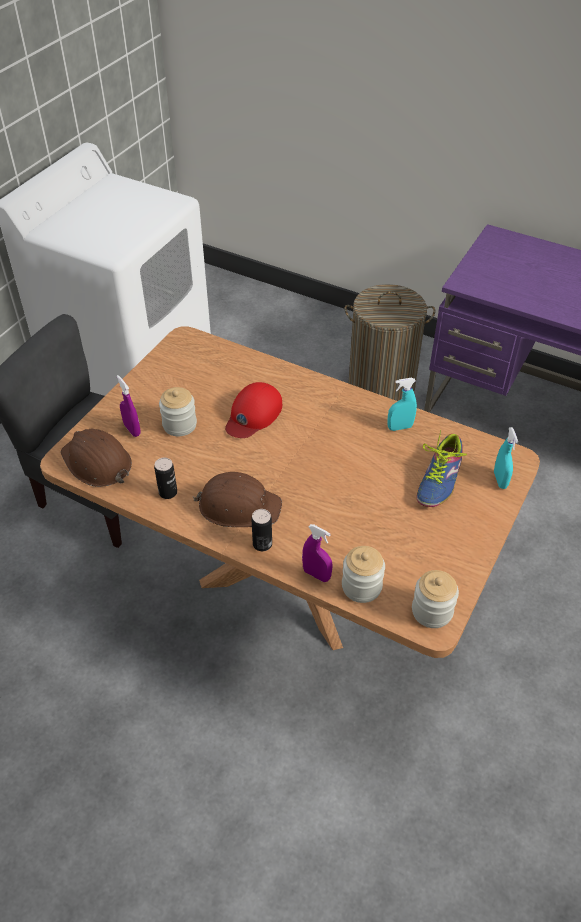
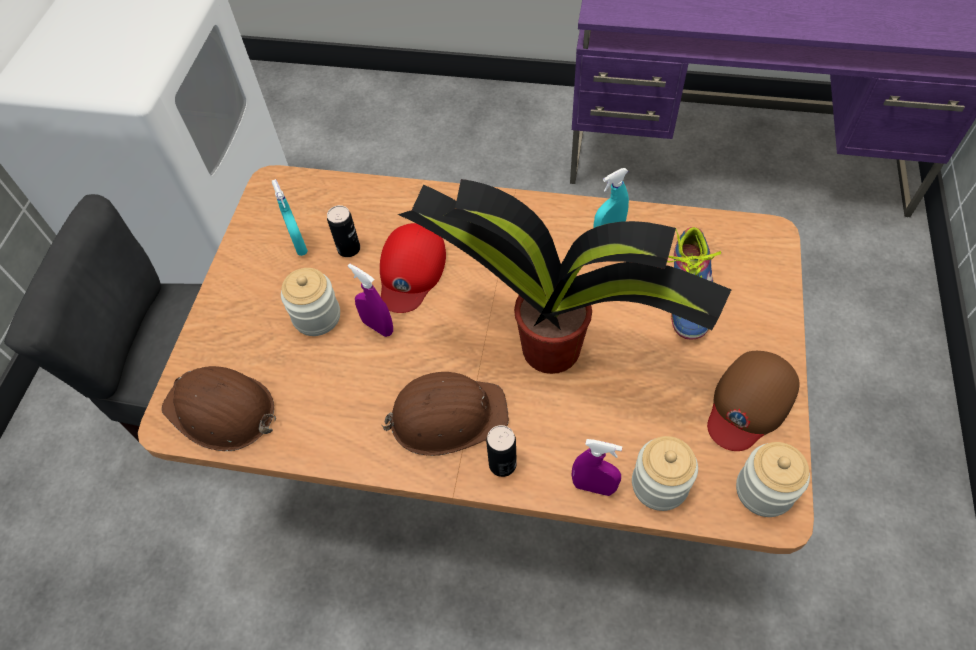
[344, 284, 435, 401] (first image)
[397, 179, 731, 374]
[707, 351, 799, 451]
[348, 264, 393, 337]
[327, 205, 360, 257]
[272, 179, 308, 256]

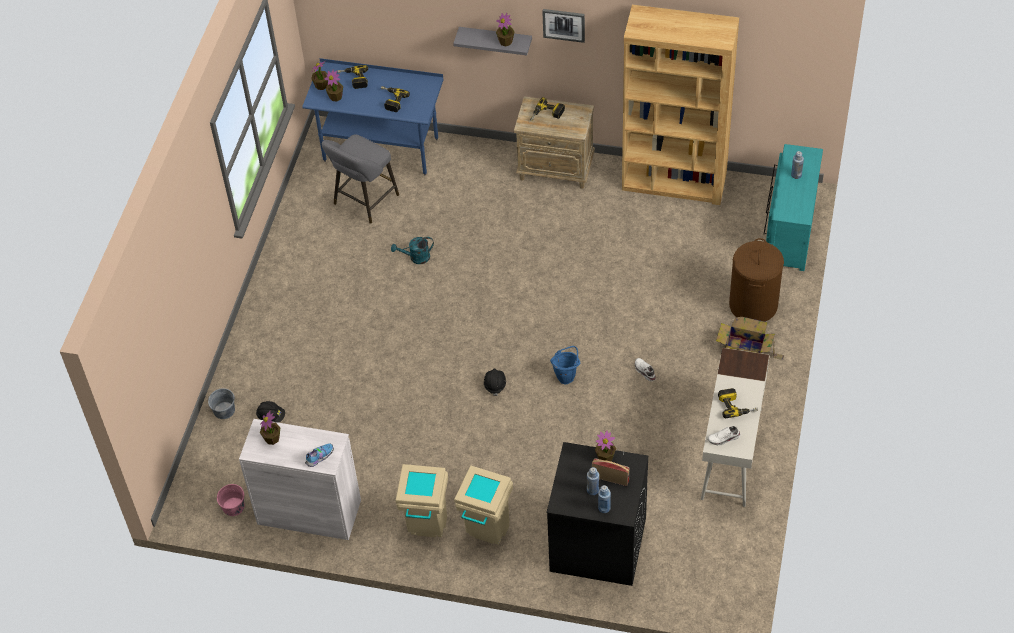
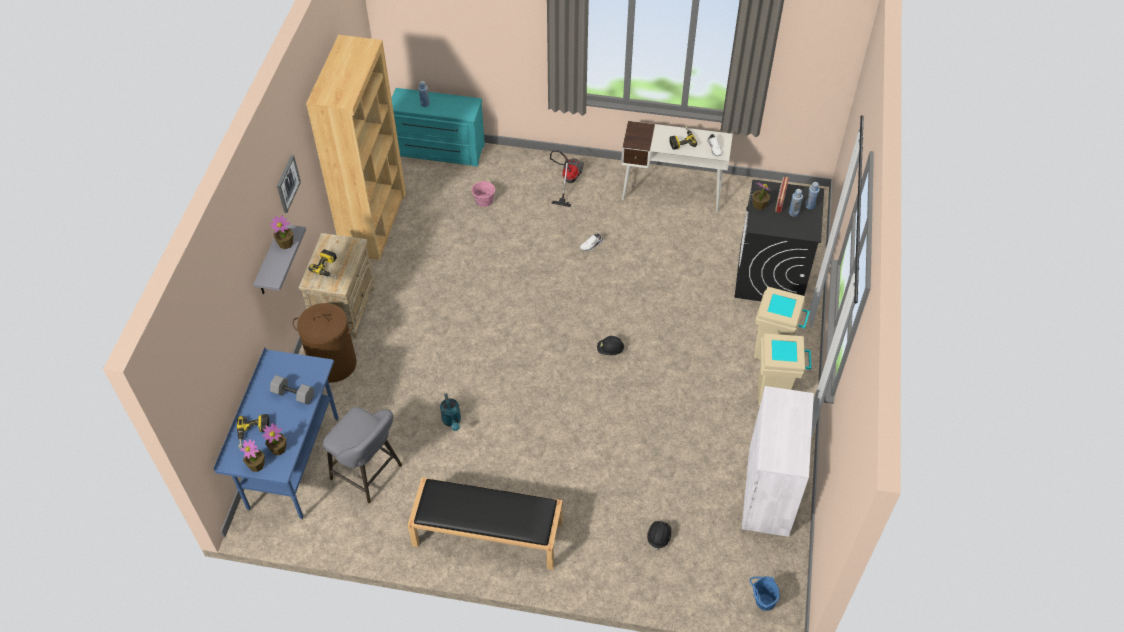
[208, 388, 235, 419] (first image)
[260, 411, 280, 445] (first image)
[305, 443, 333, 467] (first image)
[408, 477, 563, 570]
[472, 179, 495, 207]
[750, 576, 780, 611]
[293, 303, 357, 383]
[270, 375, 314, 405]
[550, 150, 584, 207]

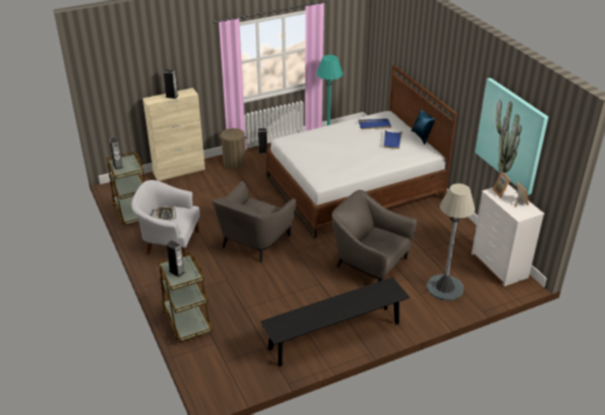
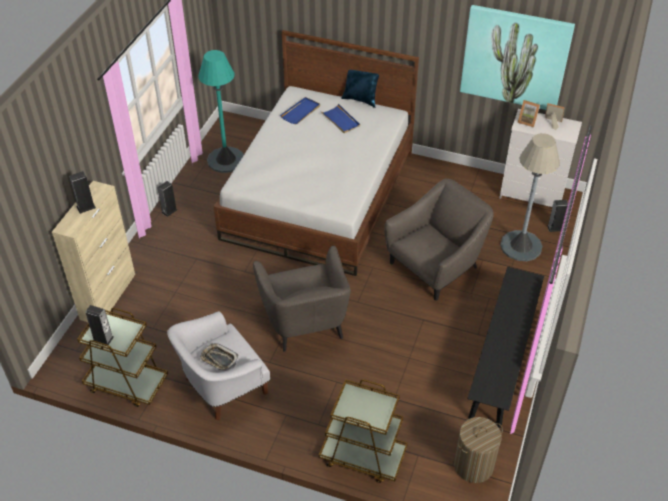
[547, 200, 568, 232]
[454, 417, 503, 483]
[384, 179, 494, 301]

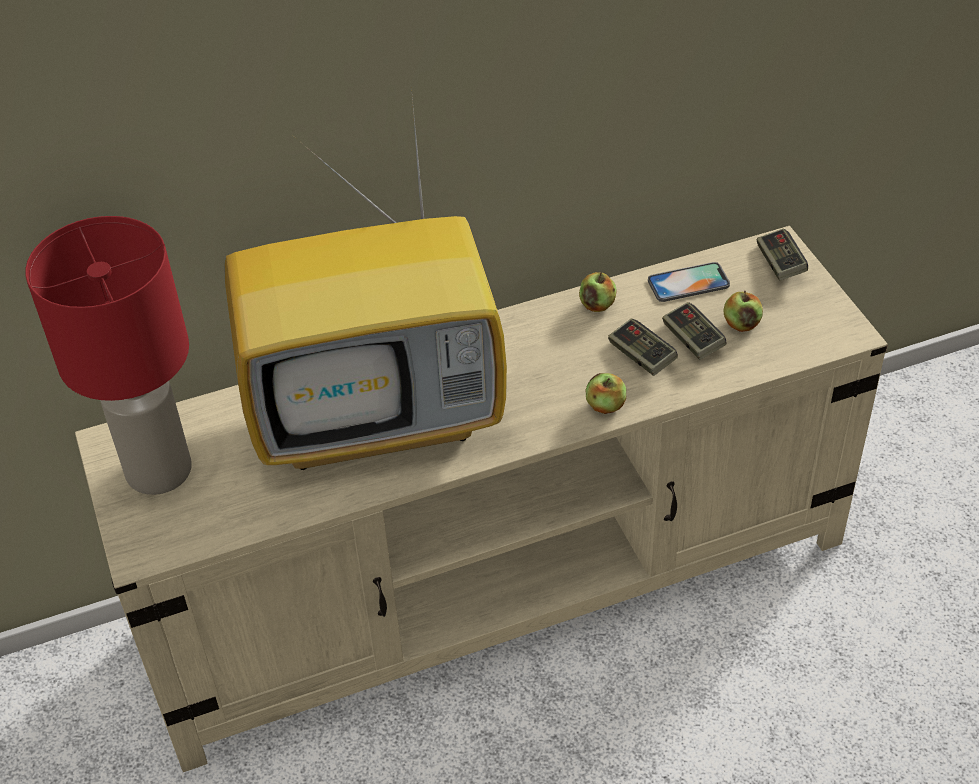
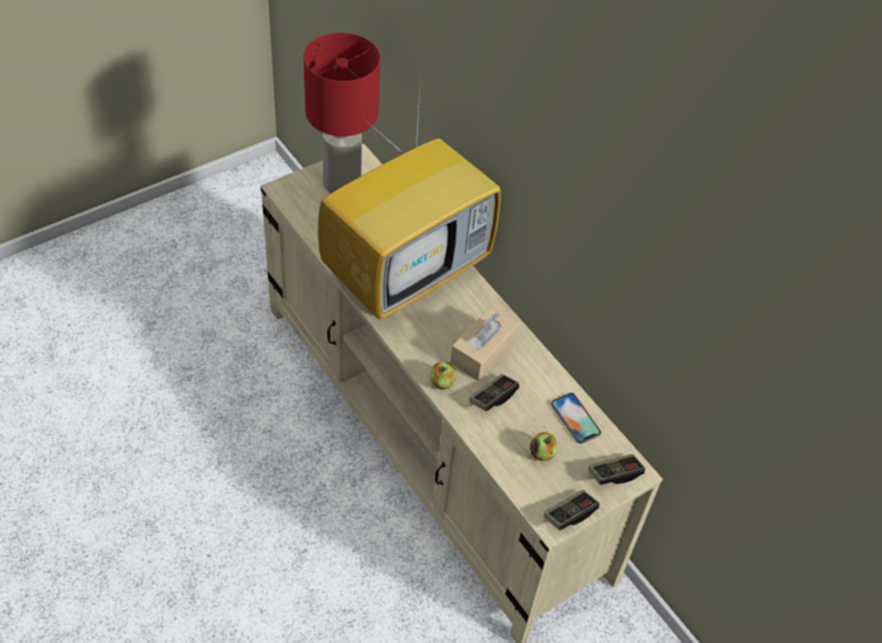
[579, 272, 617, 312] (first image)
[450, 306, 519, 381]
[544, 490, 599, 530]
[318, 75, 500, 320]

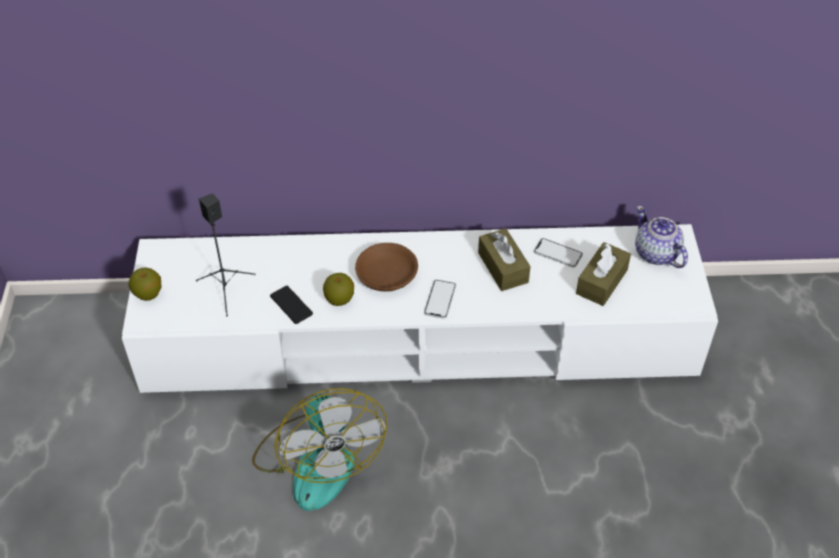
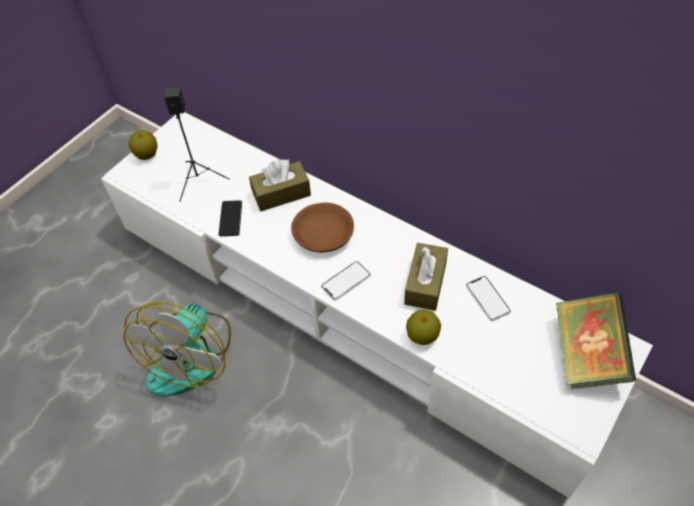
[406, 310, 441, 345]
[249, 159, 311, 211]
[555, 292, 636, 389]

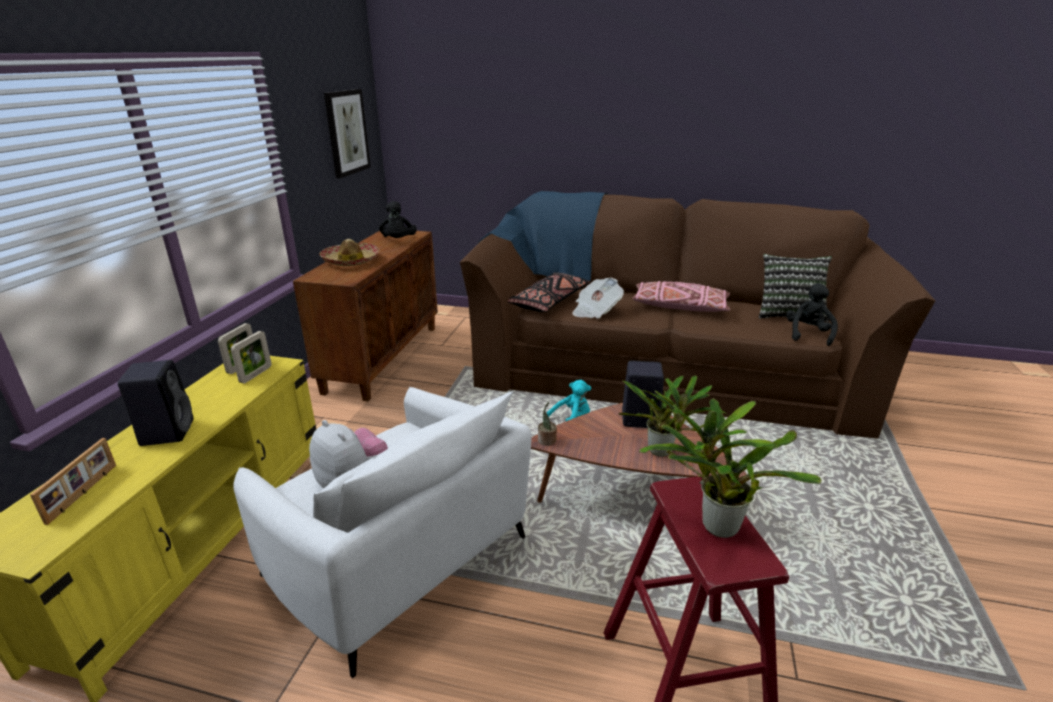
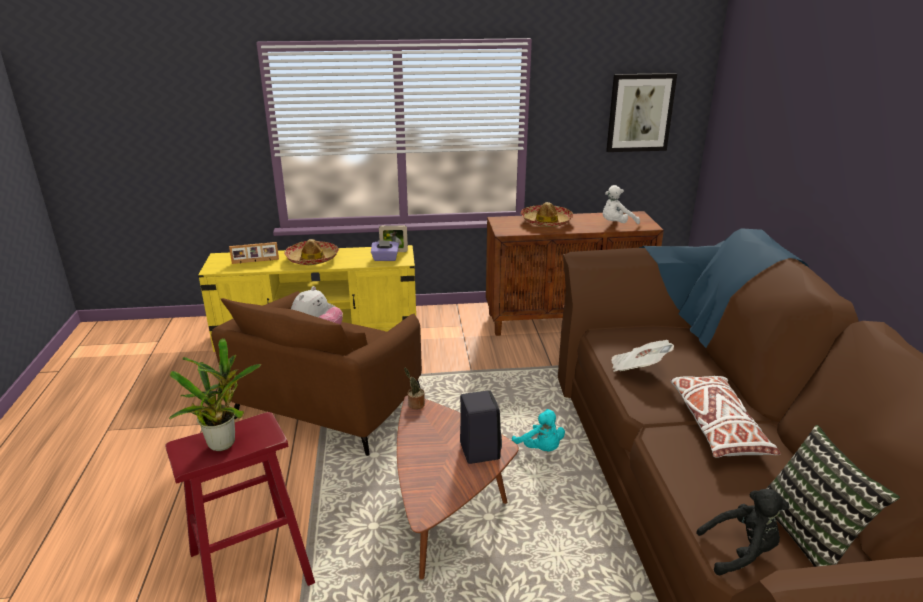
[508, 272, 590, 312] (first image)
[619, 375, 727, 457] (first image)
[284, 239, 339, 265]
[371, 240, 399, 261]
[211, 291, 422, 456]
[603, 185, 640, 224]
[671, 376, 781, 458]

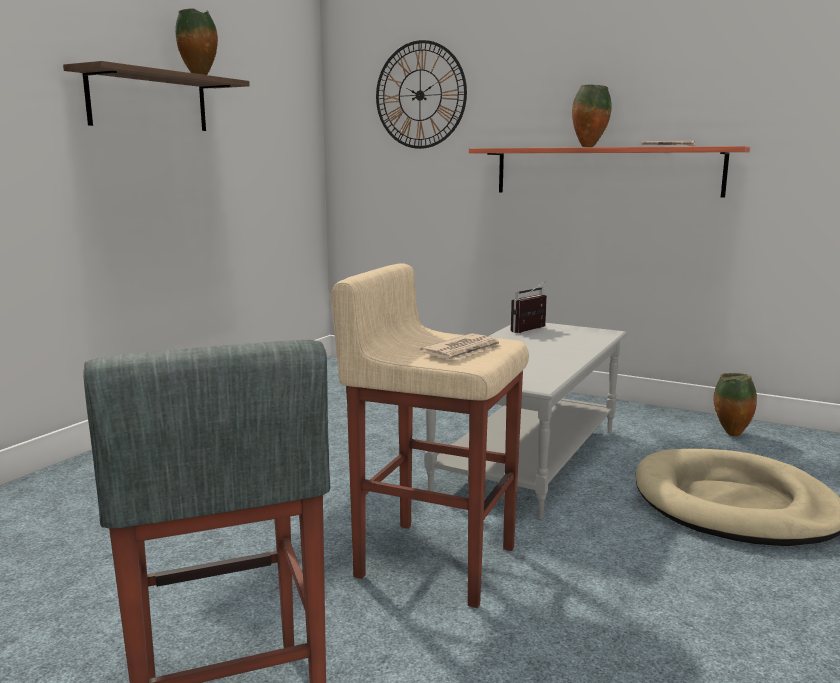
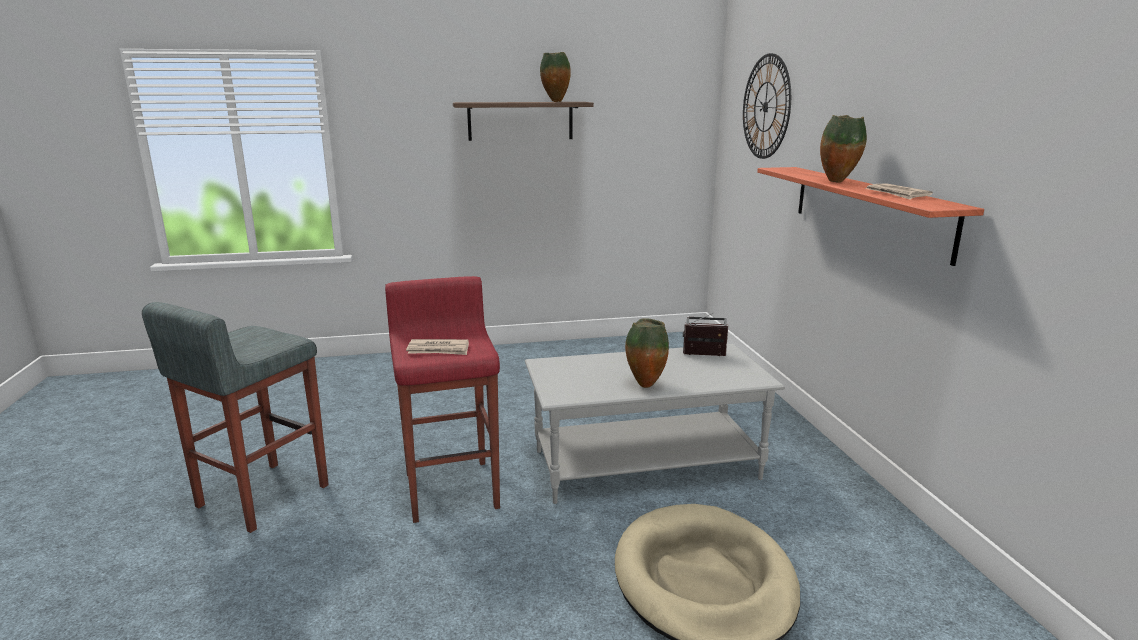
[625, 318, 669, 388]
[385, 276, 500, 523]

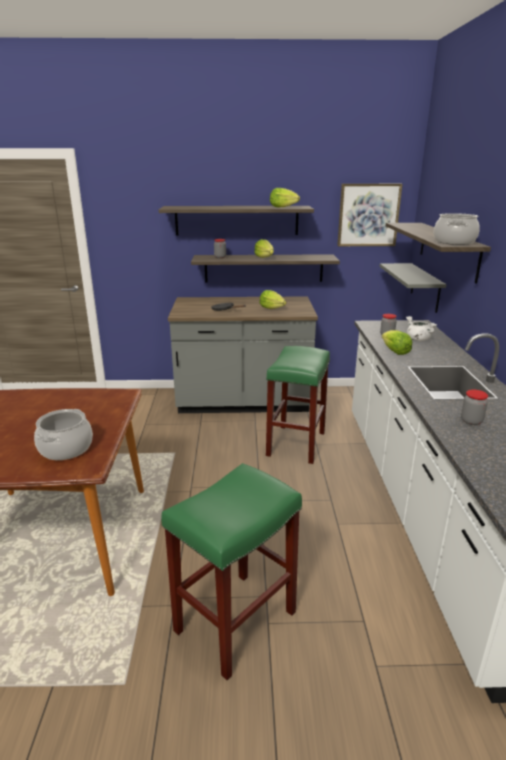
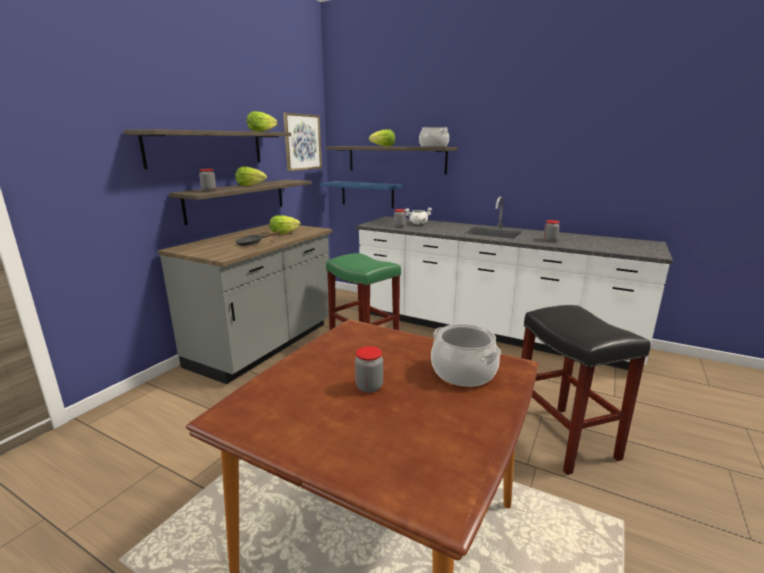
[355, 346, 383, 393]
[369, 129, 395, 147]
[521, 305, 651, 475]
[320, 181, 402, 209]

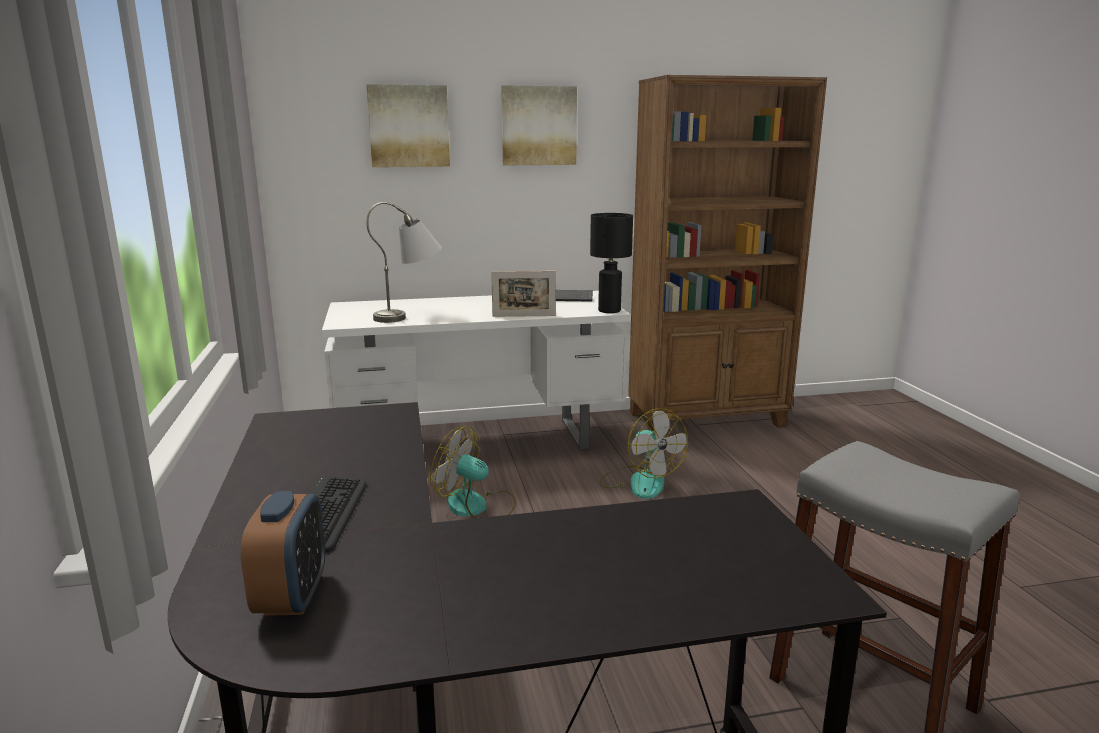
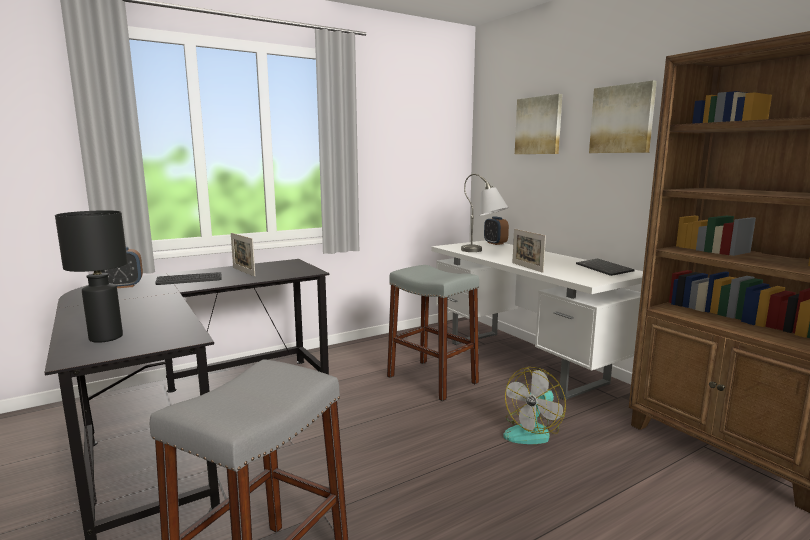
[231, 233, 255, 276]
[484, 217, 509, 245]
[55, 210, 128, 343]
[387, 265, 479, 401]

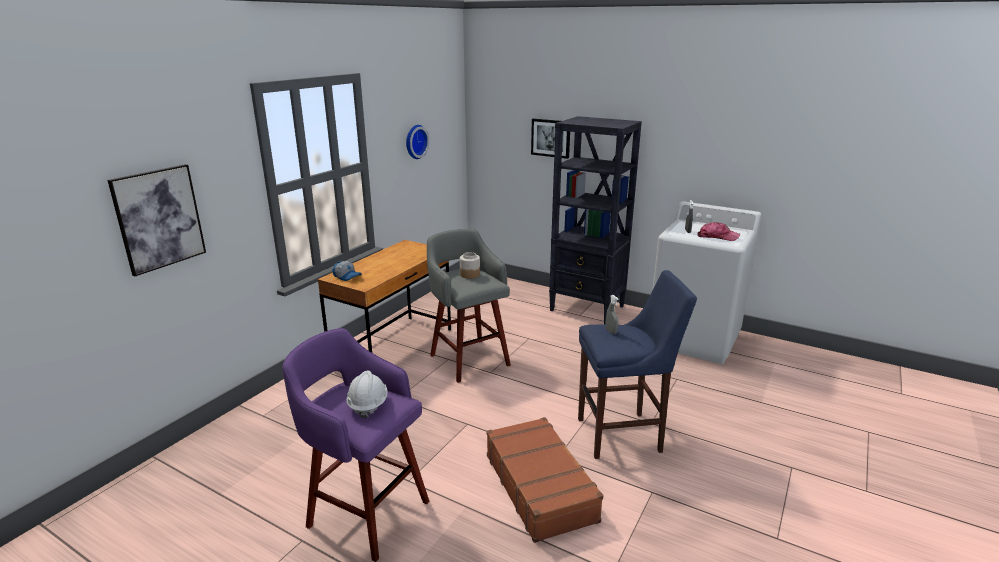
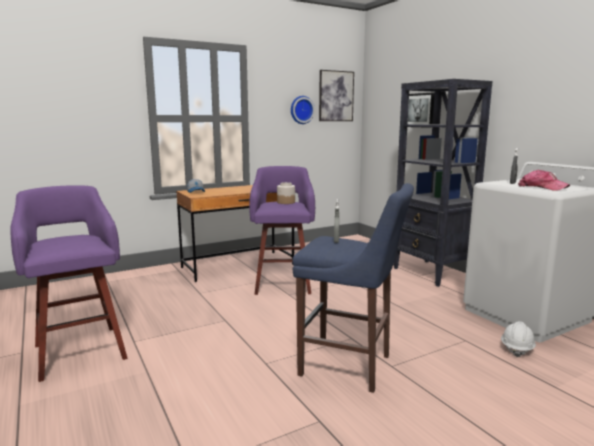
[486, 417, 603, 543] (first image)
[319, 70, 354, 121]
[501, 321, 536, 357]
[249, 166, 315, 295]

